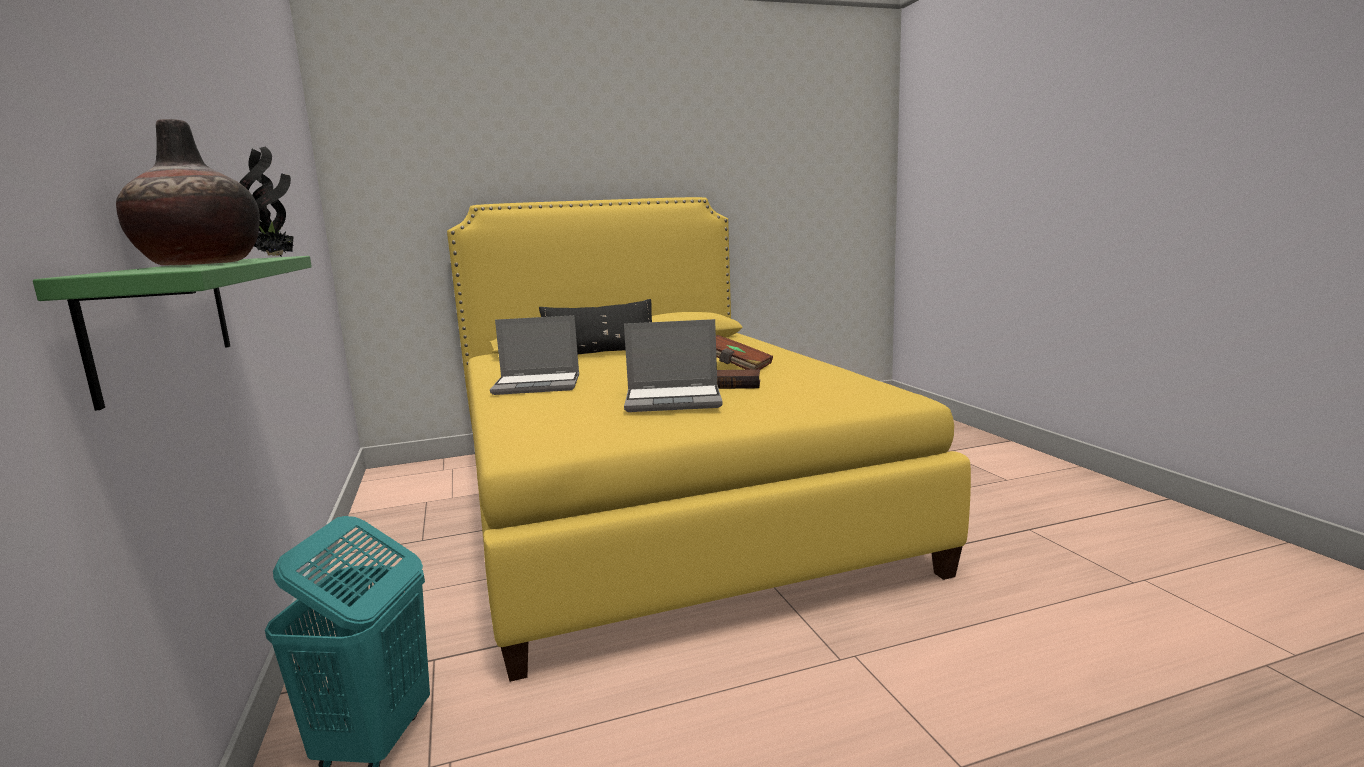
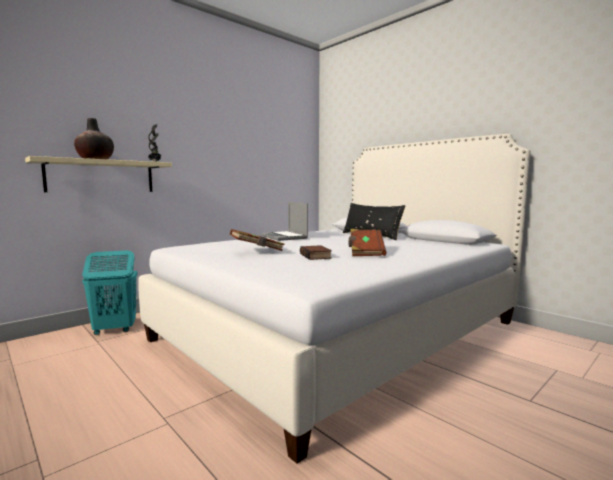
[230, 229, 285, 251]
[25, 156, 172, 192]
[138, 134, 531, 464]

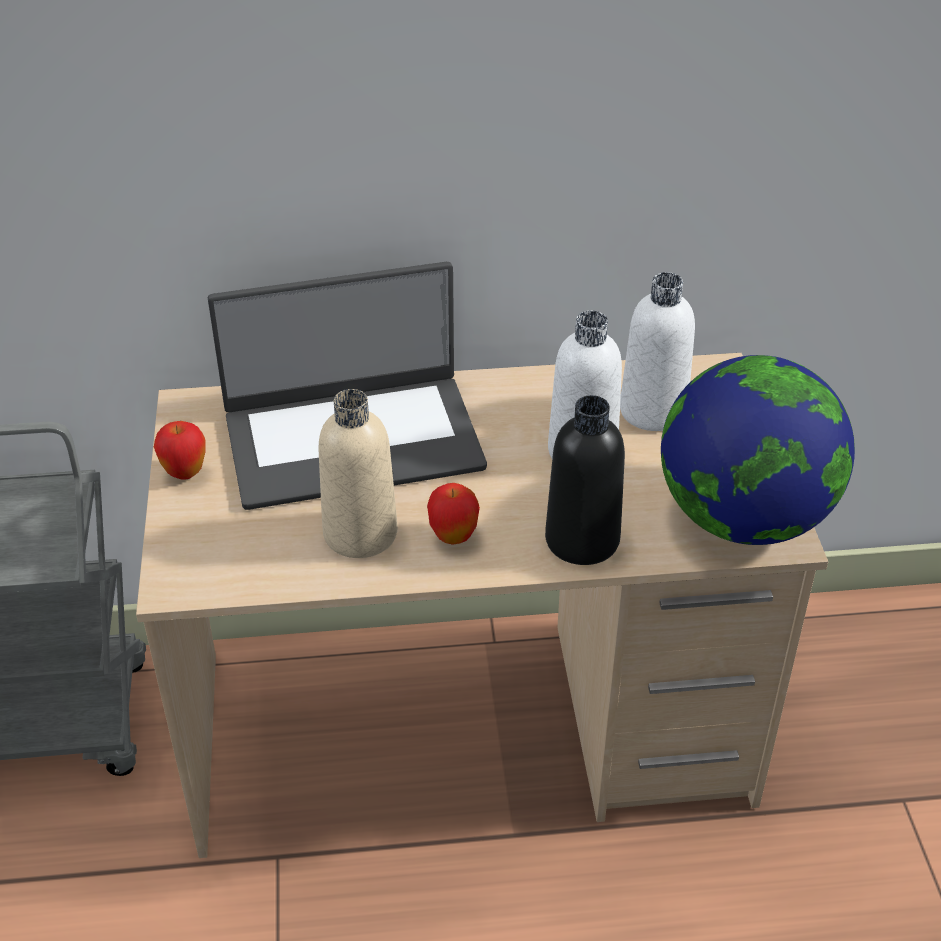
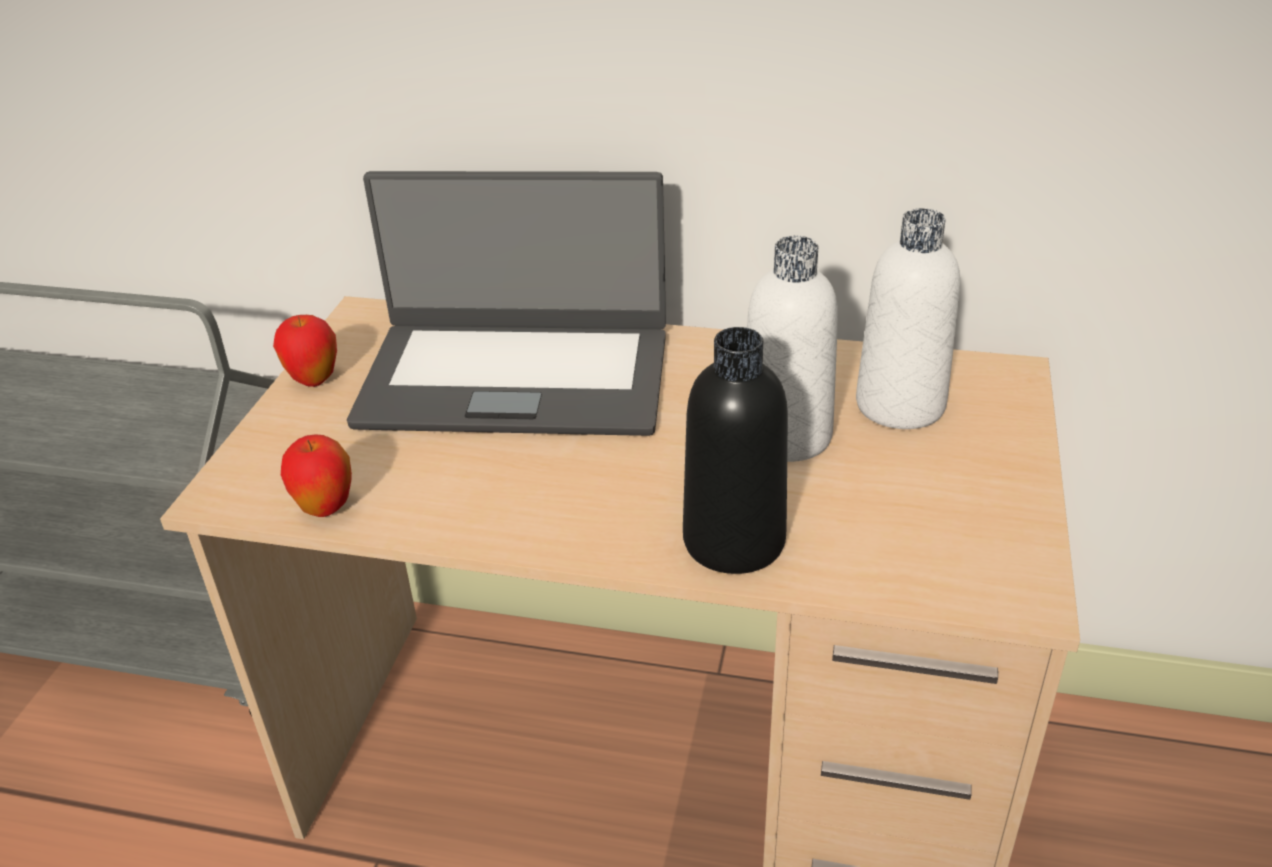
[318, 389, 397, 558] (first image)
[661, 355, 855, 545] (first image)
[281, 435, 352, 517]

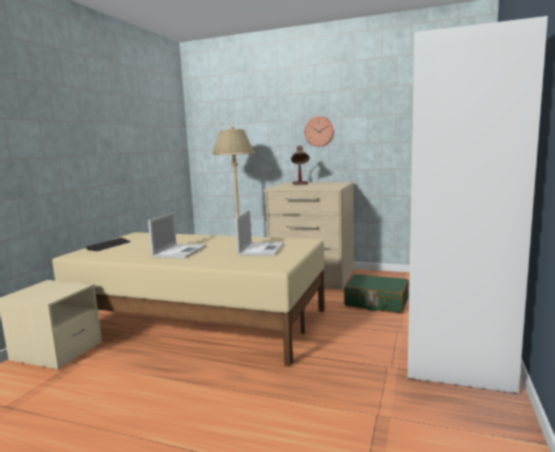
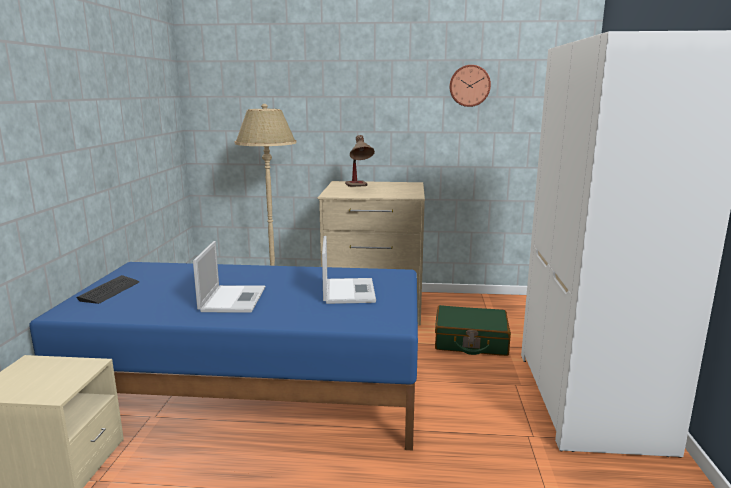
[449, 65, 491, 107]
[29, 262, 418, 451]

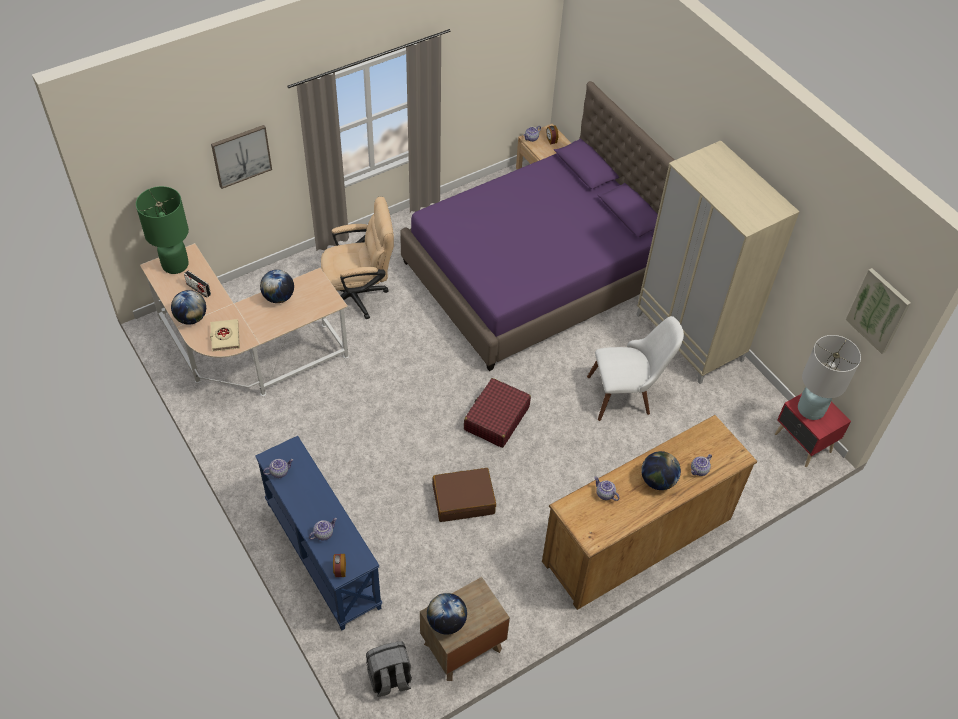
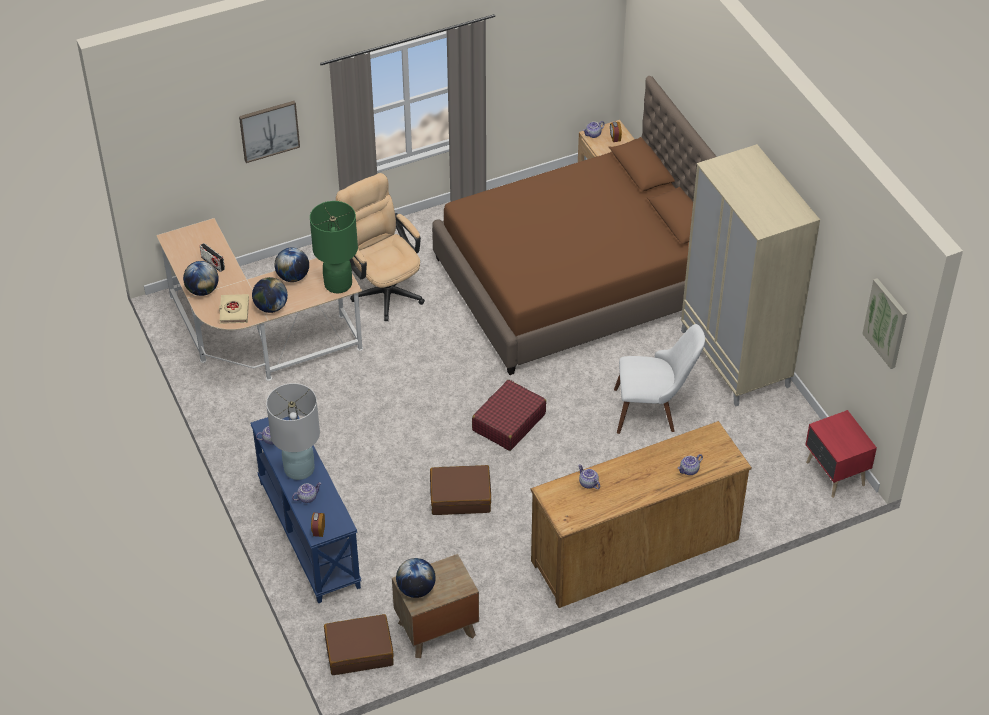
[310, 201, 358, 293]
[252, 277, 288, 313]
[266, 383, 320, 480]
[324, 614, 394, 675]
[432, 76, 717, 375]
[336, 173, 425, 321]

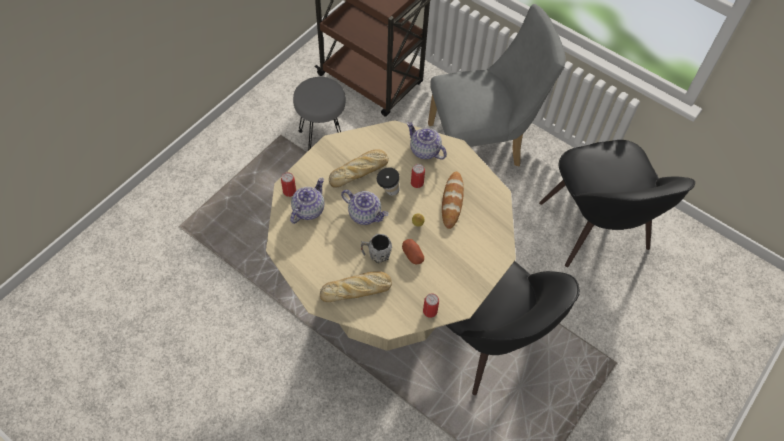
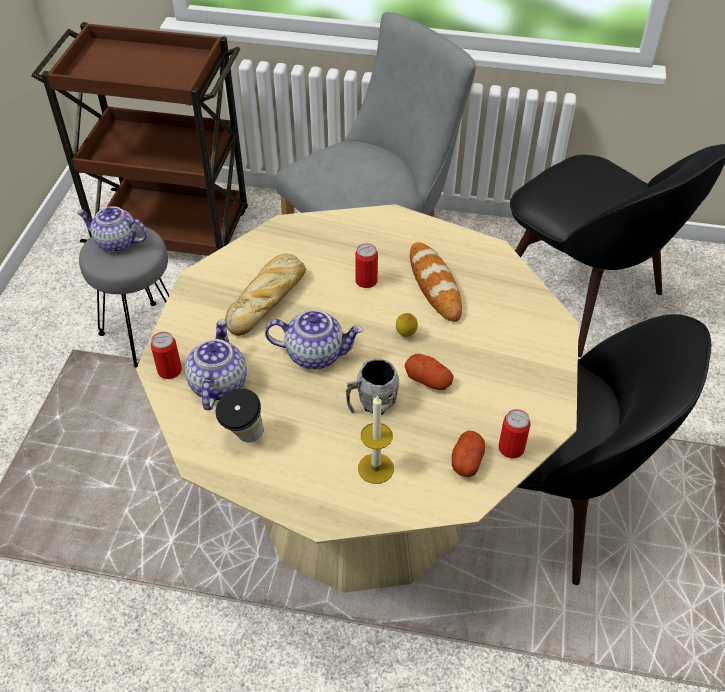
[452, 431, 485, 477]
[216, 388, 264, 442]
[77, 206, 148, 253]
[358, 394, 394, 484]

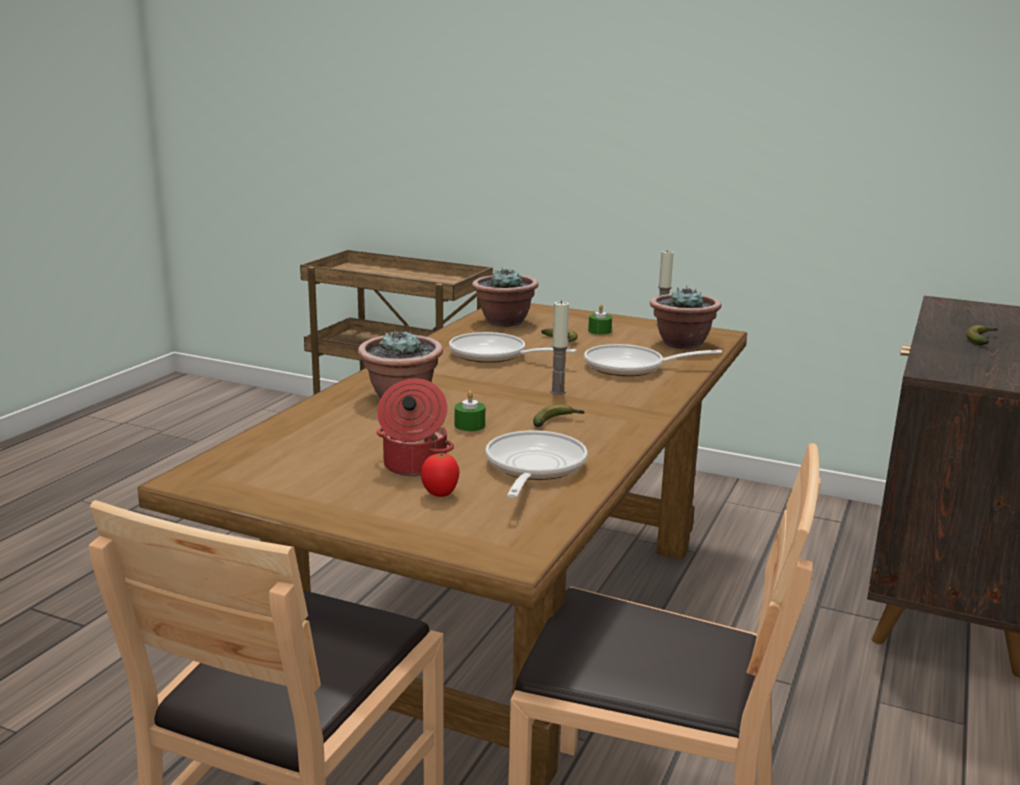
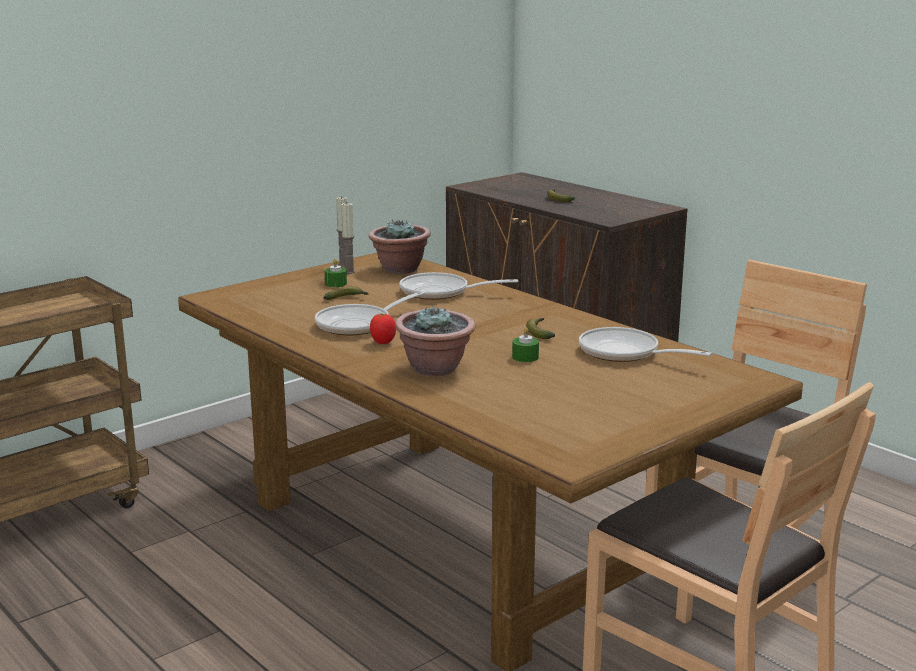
[376, 379, 454, 476] (first image)
[472, 268, 539, 327] (first image)
[370, 313, 396, 344]
[341, 203, 355, 274]
[400, 272, 518, 300]

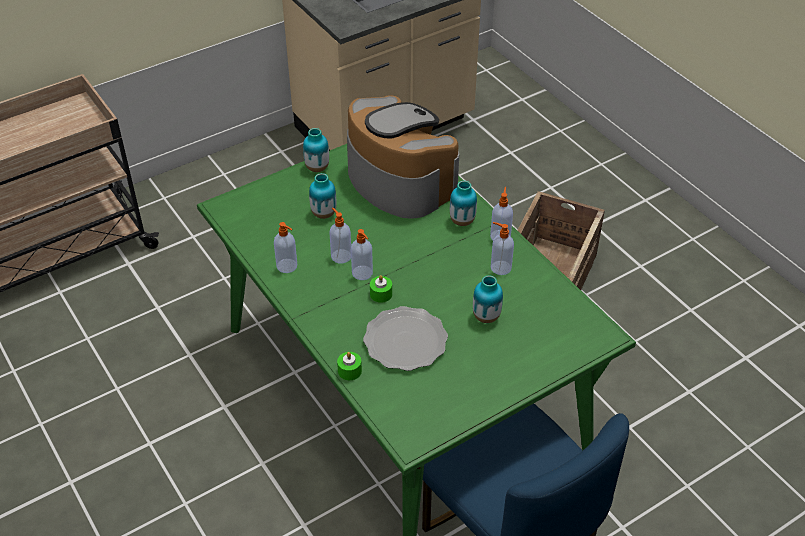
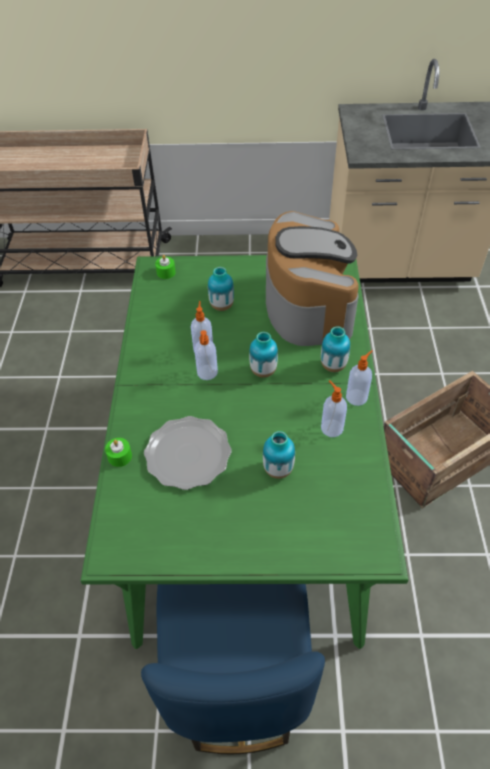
[274, 222, 297, 273] (first image)
[249, 332, 278, 378]
[155, 255, 176, 279]

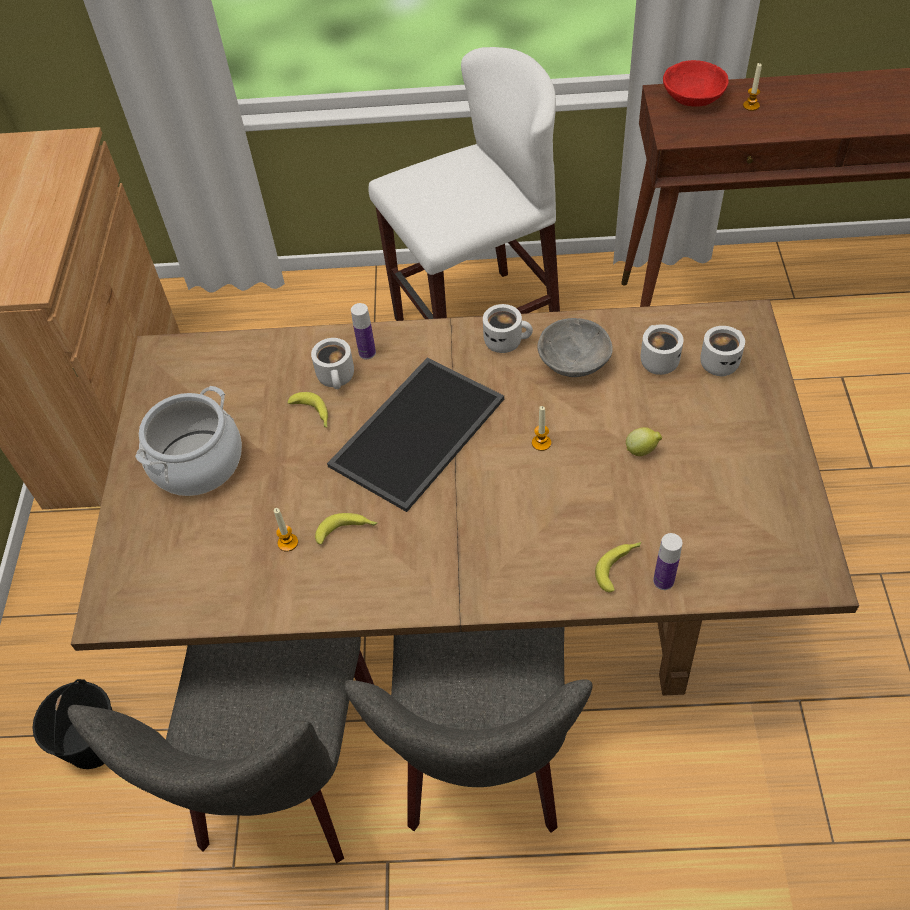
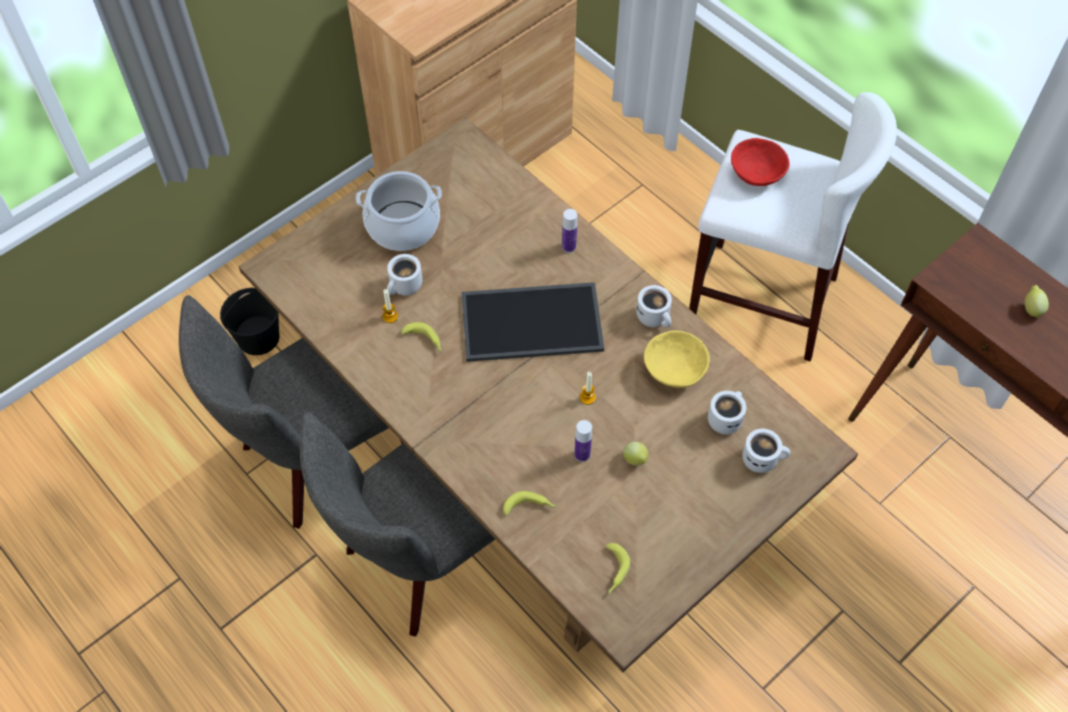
[606, 543, 630, 594]
[387, 254, 422, 296]
[574, 420, 592, 462]
[731, 138, 790, 186]
[1025, 285, 1049, 318]
[644, 330, 710, 388]

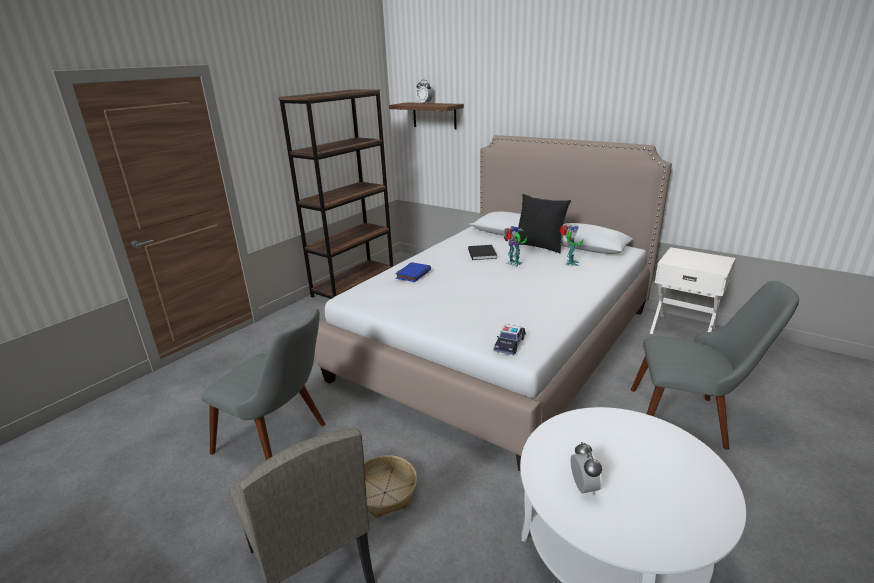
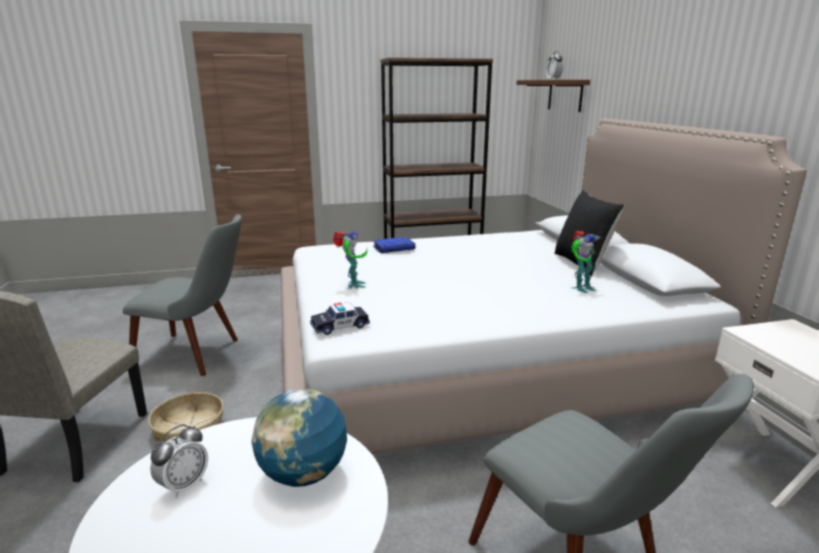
[468, 245, 497, 260] (first image)
[251, 389, 347, 487]
[333, 231, 367, 289]
[123, 214, 242, 376]

